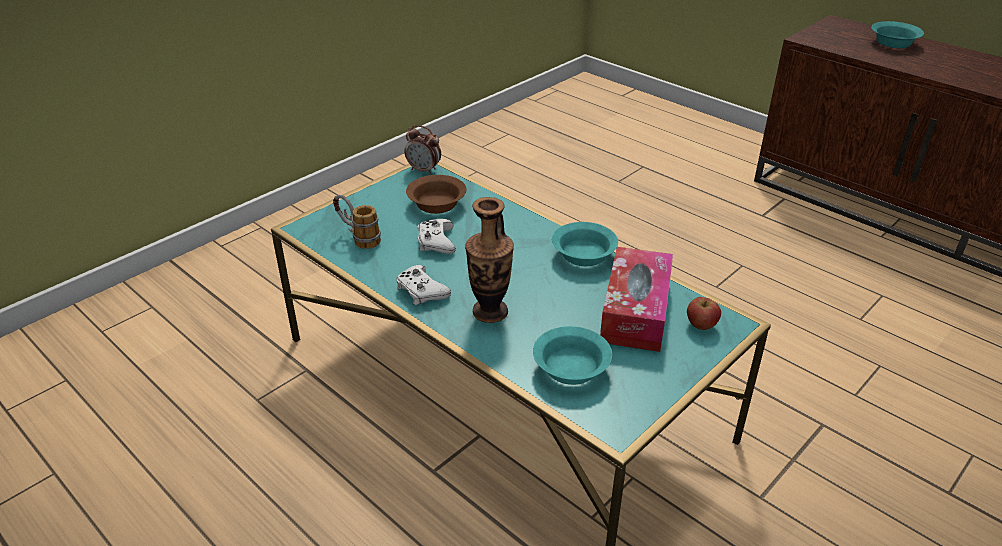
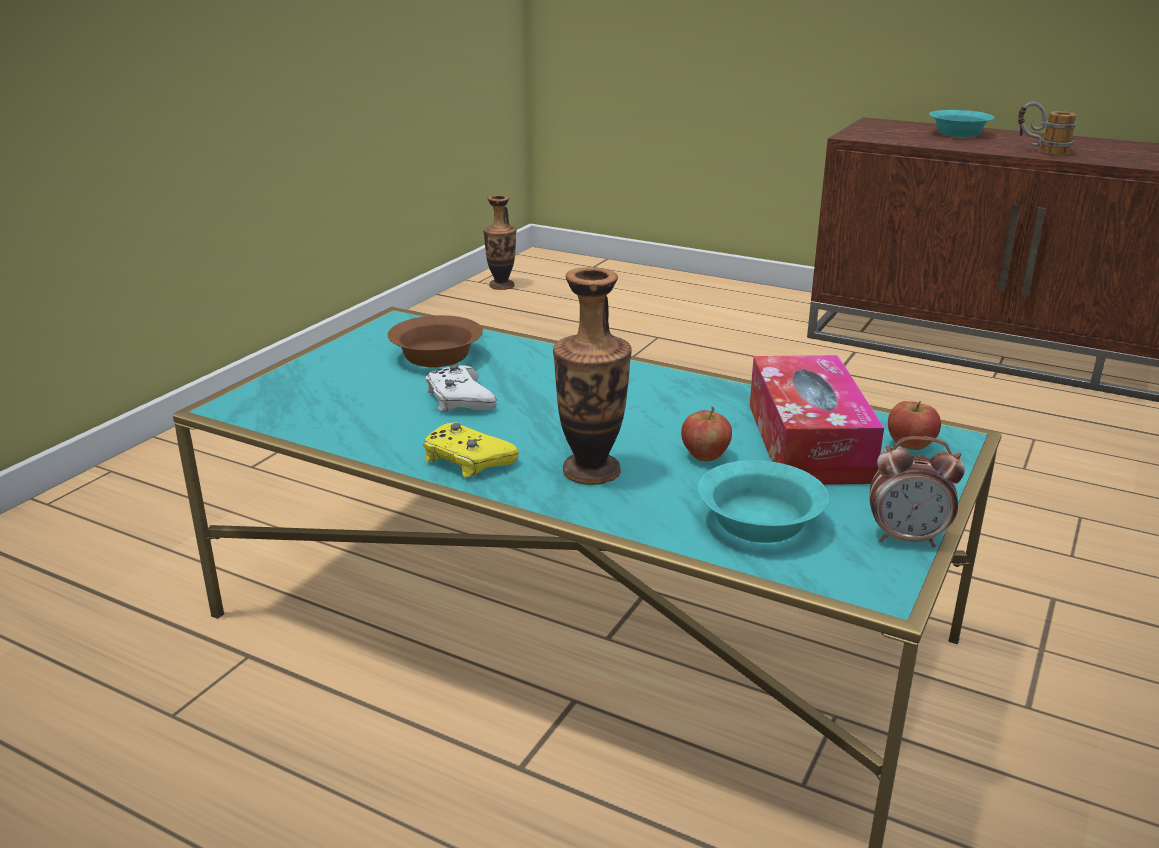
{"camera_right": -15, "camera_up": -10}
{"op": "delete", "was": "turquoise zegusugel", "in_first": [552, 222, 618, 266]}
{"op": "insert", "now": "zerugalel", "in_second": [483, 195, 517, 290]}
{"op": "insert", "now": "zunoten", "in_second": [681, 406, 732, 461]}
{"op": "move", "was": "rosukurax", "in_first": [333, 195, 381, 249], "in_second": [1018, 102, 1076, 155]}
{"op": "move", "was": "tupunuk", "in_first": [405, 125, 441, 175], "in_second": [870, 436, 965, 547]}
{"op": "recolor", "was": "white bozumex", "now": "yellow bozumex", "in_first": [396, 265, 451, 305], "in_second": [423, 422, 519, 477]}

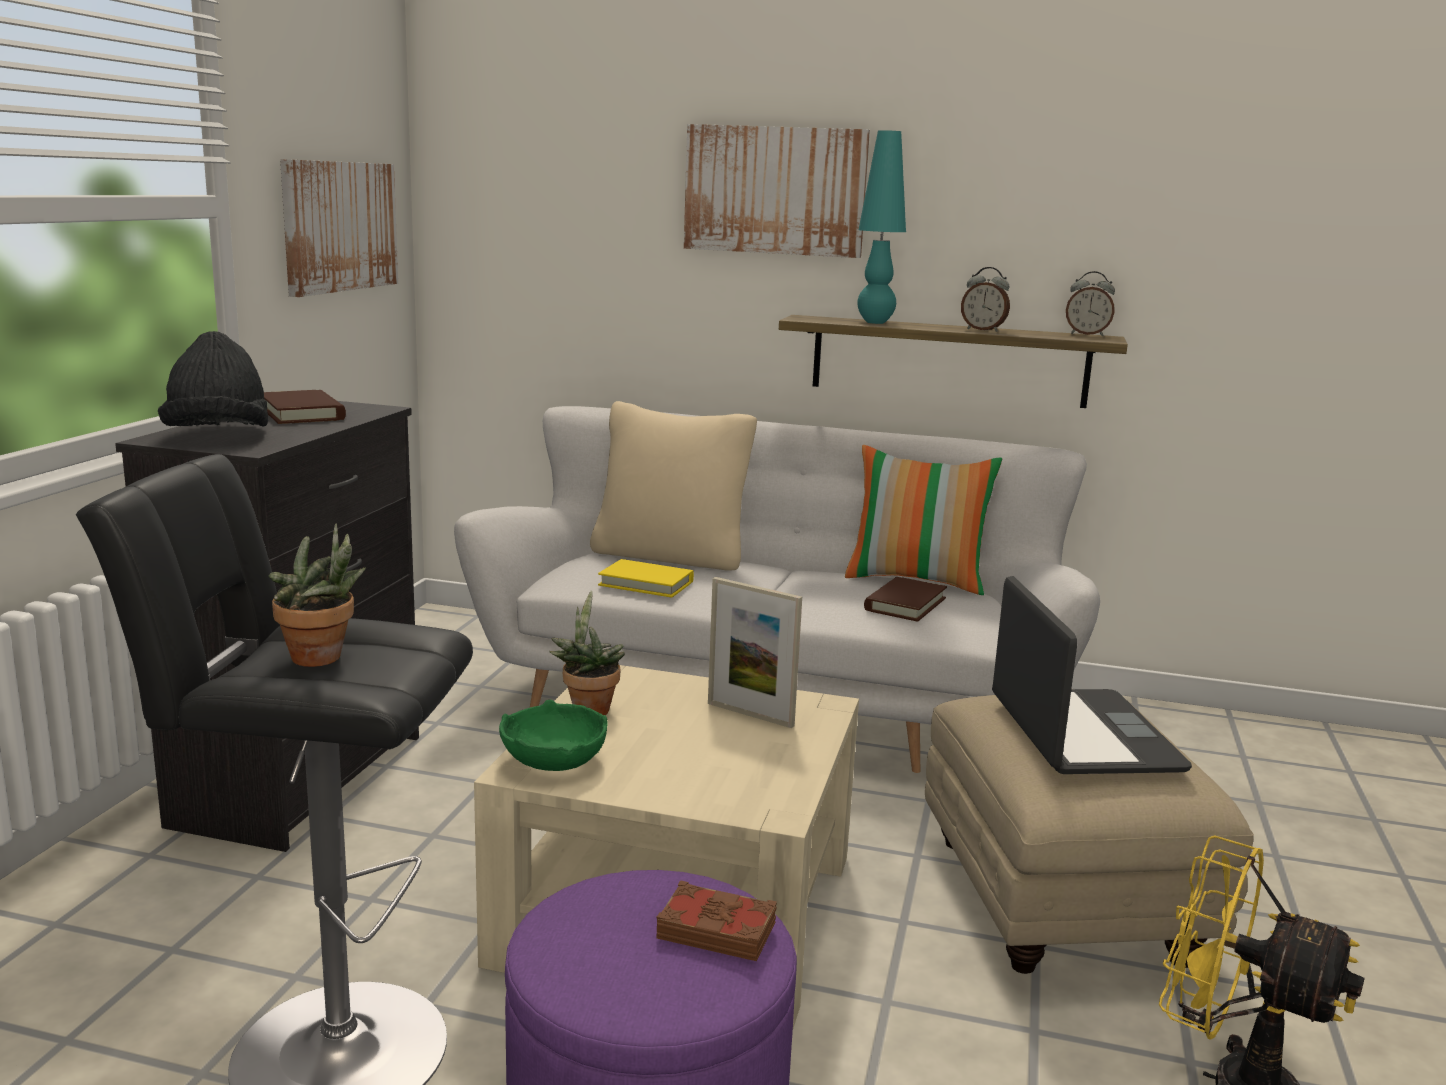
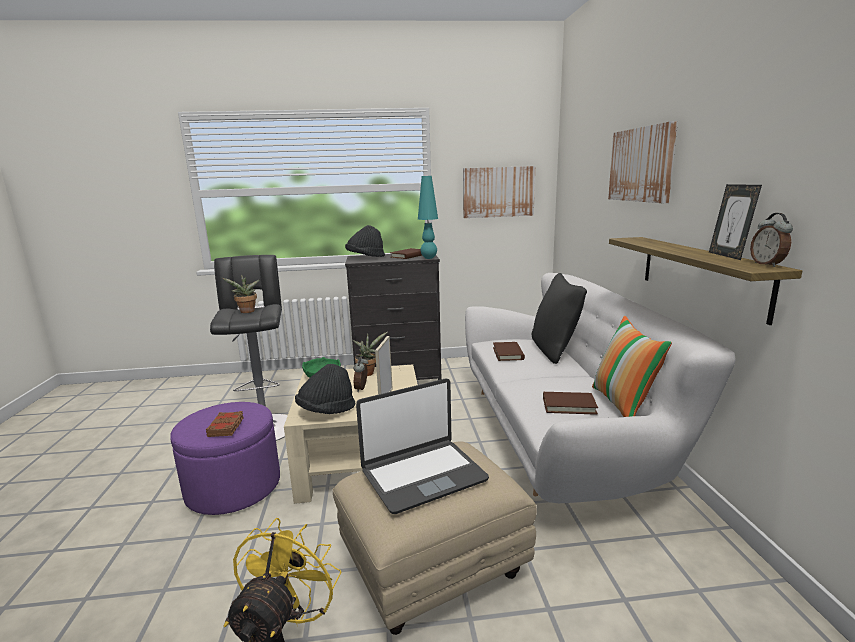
{"camera_right": 70, "camera_up": 0}
{"op": "insert", "now": "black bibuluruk", "in_second": [295, 364, 355, 414]}
{"op": "insert", "now": "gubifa", "in_second": [709, 184, 762, 260]}
{"op": "move", "was": "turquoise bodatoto", "in_first": [857, 130, 906, 324], "in_second": [418, 176, 438, 259]}
{"op": "move", "was": "tupunuk", "in_first": [961, 267, 1010, 332], "in_second": [354, 356, 368, 392]}
{"op": "recolor", "was": "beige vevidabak", "now": "black vevidabak", "in_first": [590, 401, 757, 571], "in_second": [532, 273, 587, 364]}
{"op": "recolor", "was": "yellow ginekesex", "now": "brown ginekesex", "in_first": [598, 559, 694, 598], "in_second": [493, 342, 525, 361]}

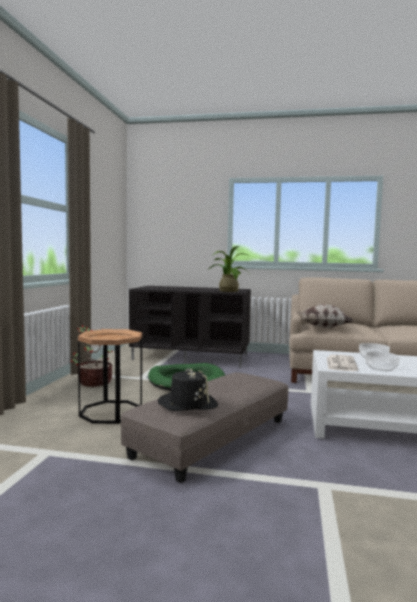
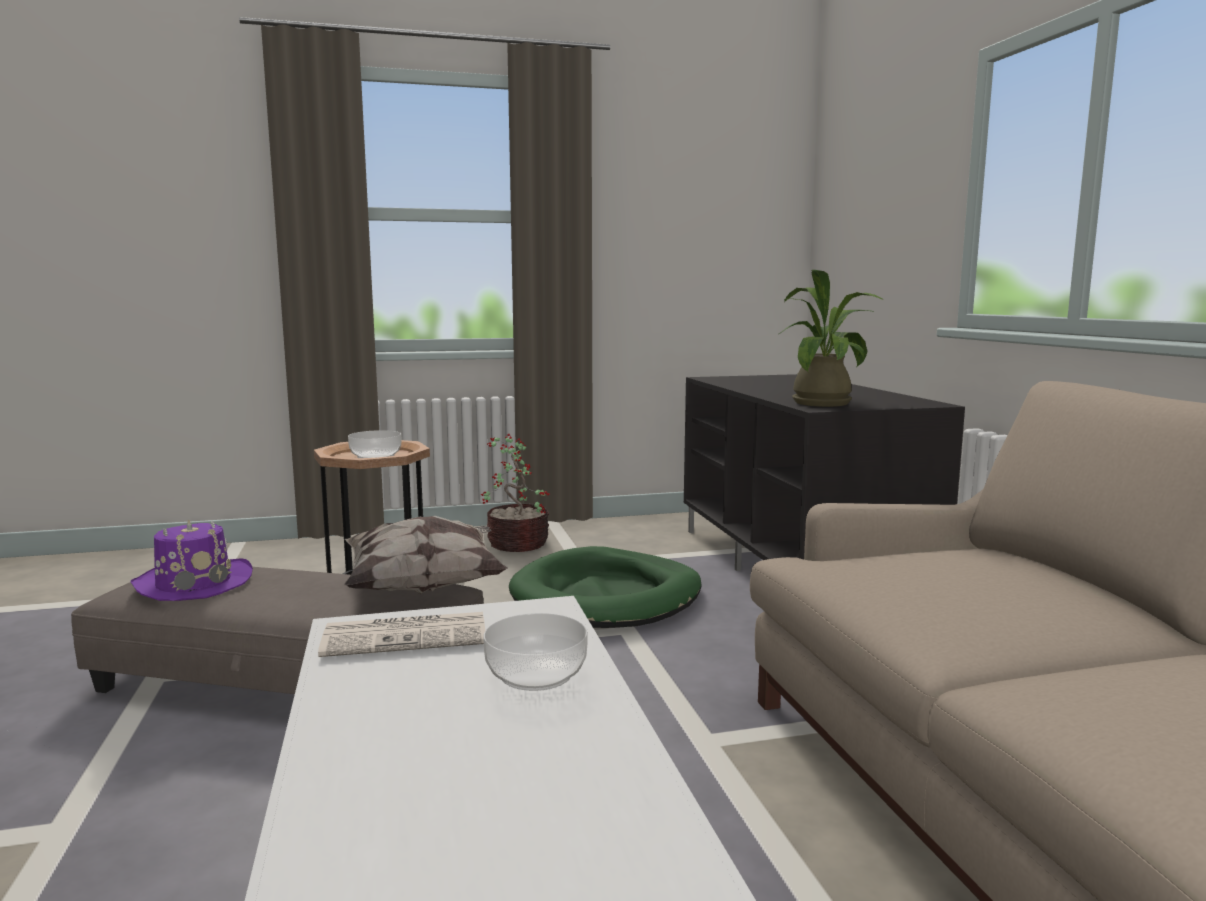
{"camera_right": 65, "camera_up": 5}
{"op": "move", "was": "vevidabak", "in_first": [297, 304, 354, 328], "in_second": [344, 516, 508, 594]}
{"op": "move", "was": "zegusugel", "in_first": [365, 351, 399, 371], "in_second": [348, 430, 401, 458]}
{"op": "recolor", "was": "black bibuluruk", "now": "purple bibuluruk", "in_first": [158, 368, 218, 411], "in_second": [130, 519, 253, 601]}

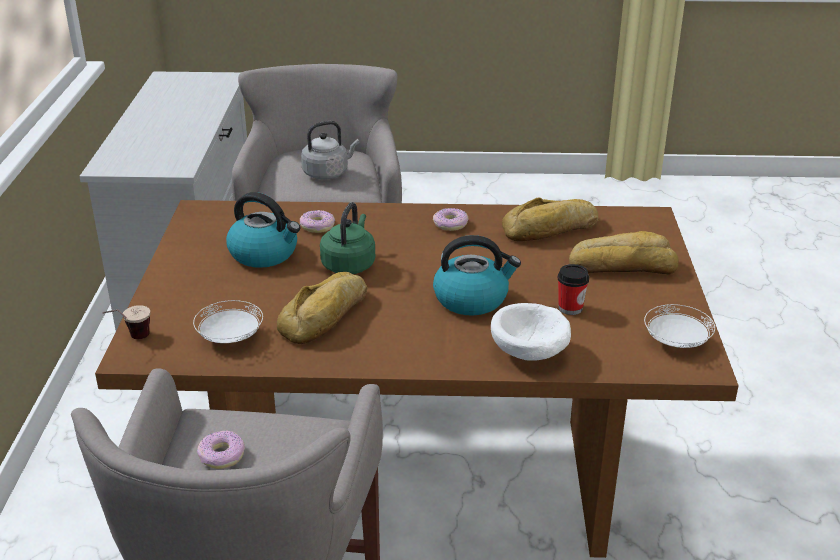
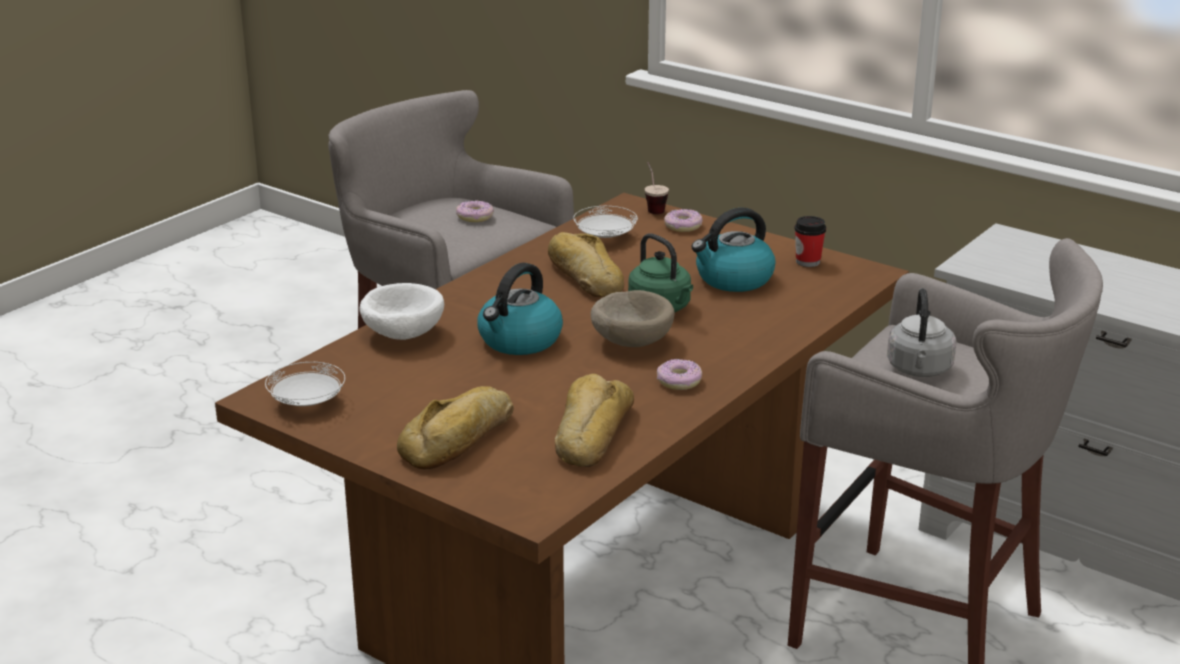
{"camera_right": 125, "camera_up": -5}
{"op": "insert", "now": "beige zegusugel", "in_second": [591, 290, 675, 347]}
{"op": "move", "was": "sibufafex", "in_first": [300, 210, 335, 233], "in_second": [664, 209, 703, 232]}
{"op": "move", "was": "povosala", "in_first": [557, 264, 589, 315], "in_second": [794, 216, 826, 267]}

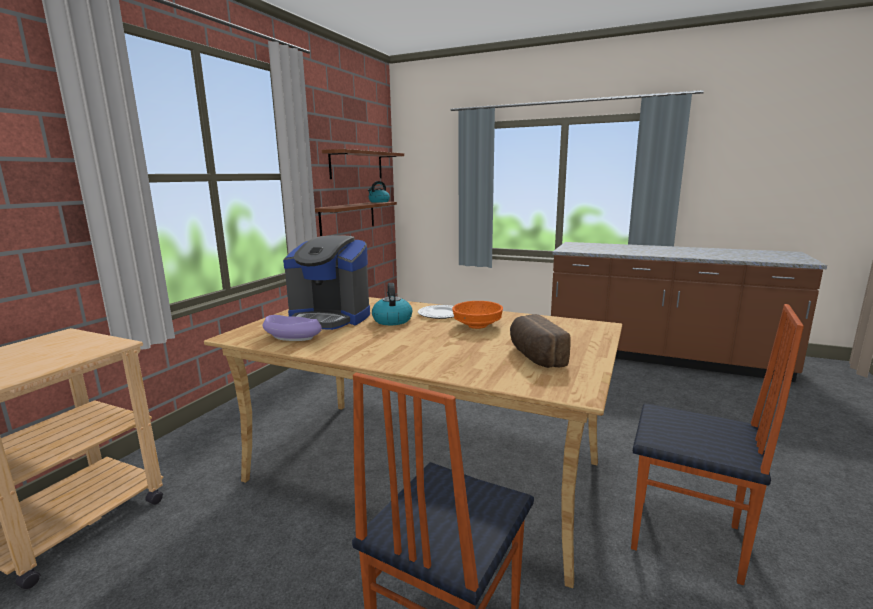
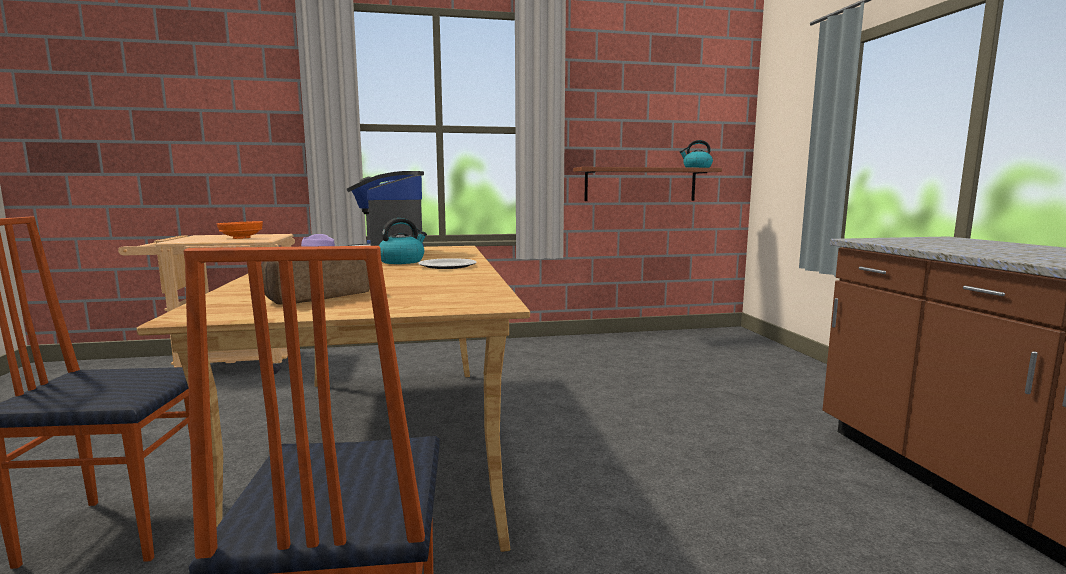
{"camera_right": 55, "camera_up": -5}
{"op": "delete", "was": "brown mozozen", "in_first": [322, 149, 404, 179]}
{"op": "move", "was": "orange zegusugel", "in_first": [452, 301, 503, 329], "in_second": [217, 221, 263, 239]}

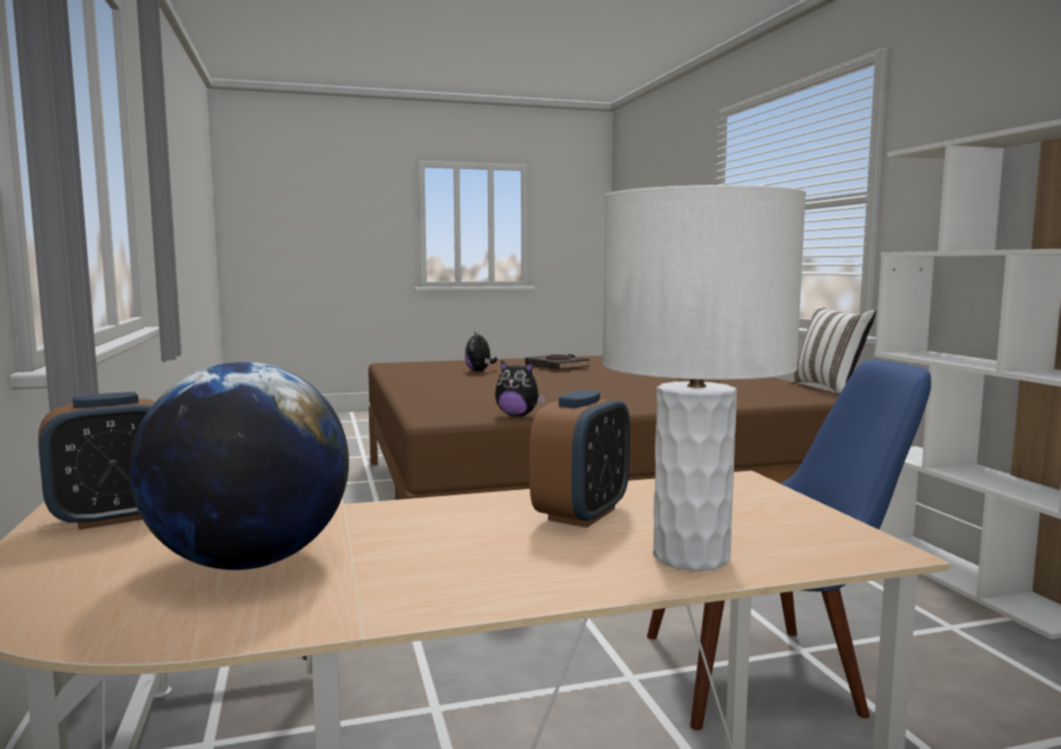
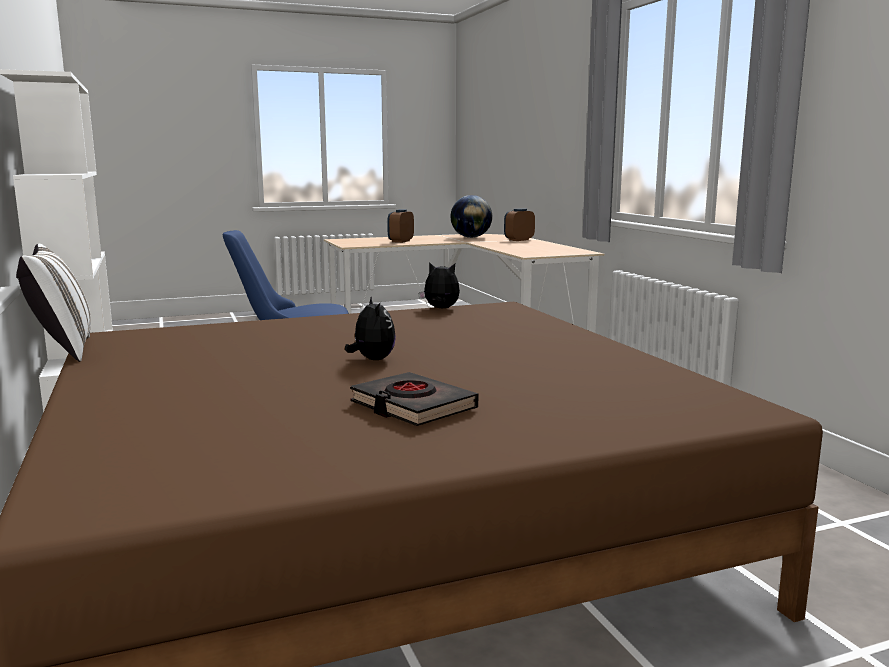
{"camera_right": 175, "camera_up": 5}
{"op": "delete", "was": "white bodatoto", "in_first": [603, 185, 806, 571]}
{"op": "move", "was": "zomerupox", "in_first": [465, 331, 497, 372], "in_second": [345, 296, 396, 360]}

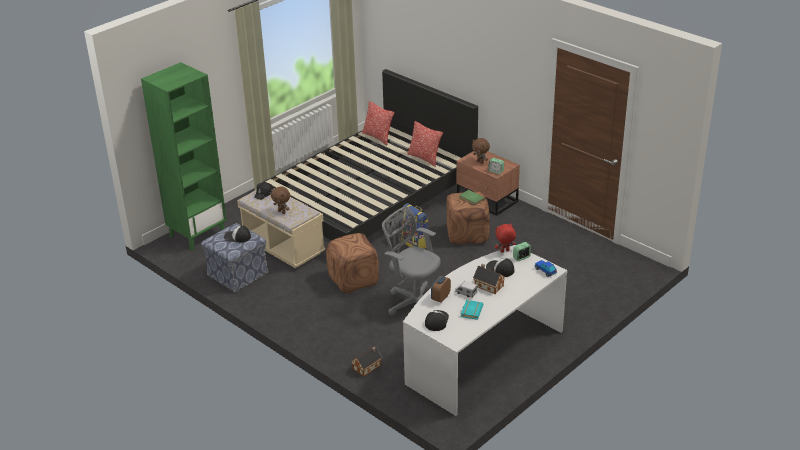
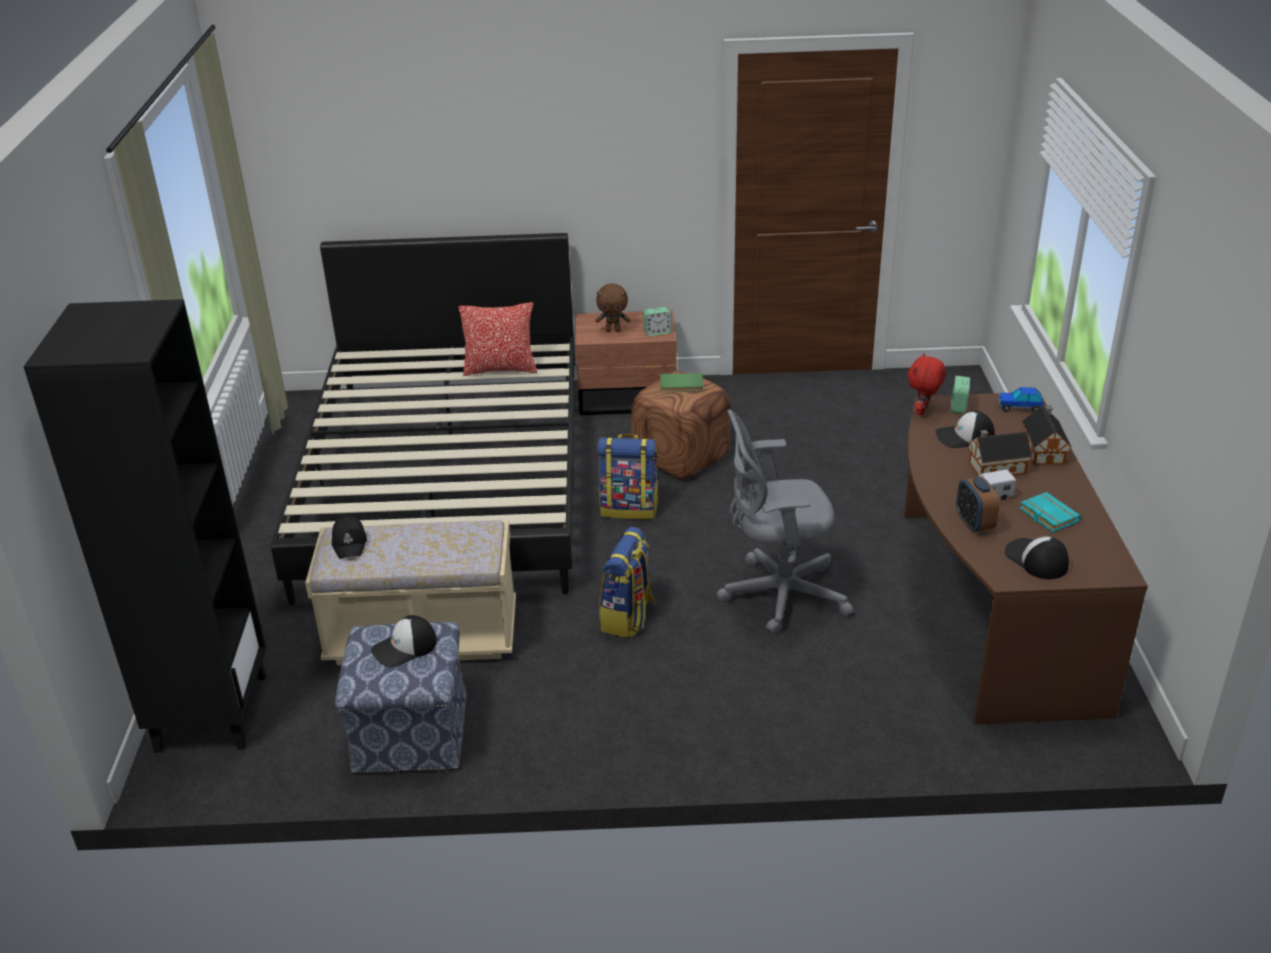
{"camera_right": -45, "camera_up": 0}
{"op": "delete", "was": "brown zomerupox", "in_first": [271, 186, 290, 214]}
{"op": "delete", "was": "vevidabak", "in_first": [362, 101, 395, 145]}
{"op": "move", "was": "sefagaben", "in_first": [352, 346, 382, 377], "in_second": [1022, 406, 1072, 465]}
{"op": "replace", "was": "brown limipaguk", "now": "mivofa", "in_first": [326, 233, 379, 293], "in_second": [599, 527, 655, 638]}
{"op": "recolor", "was": "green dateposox", "now": "black dateposox", "in_first": [141, 62, 227, 250], "in_second": [24, 299, 266, 753]}
{"op": "recolor", "was": "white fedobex", "now": "brown fedobex", "in_first": [403, 245, 568, 416], "in_second": [904, 393, 1148, 724]}

